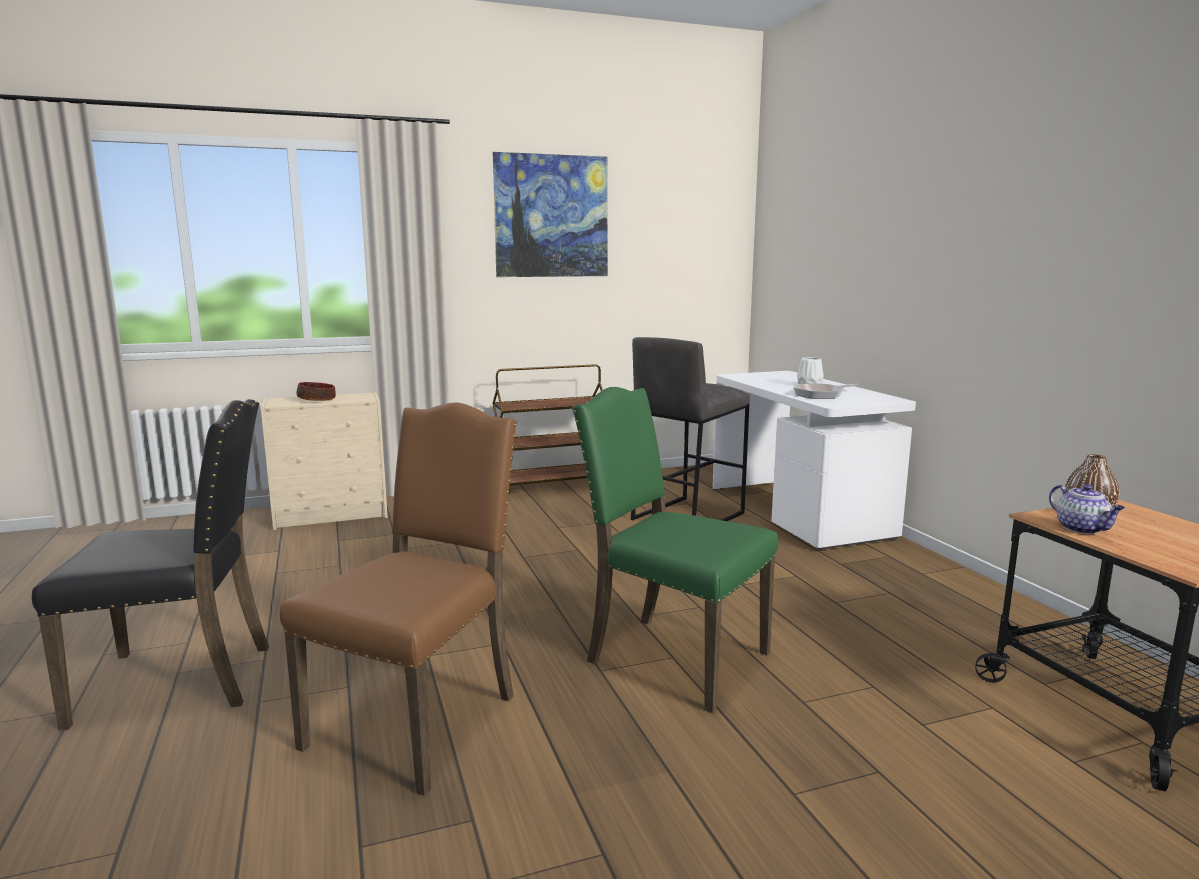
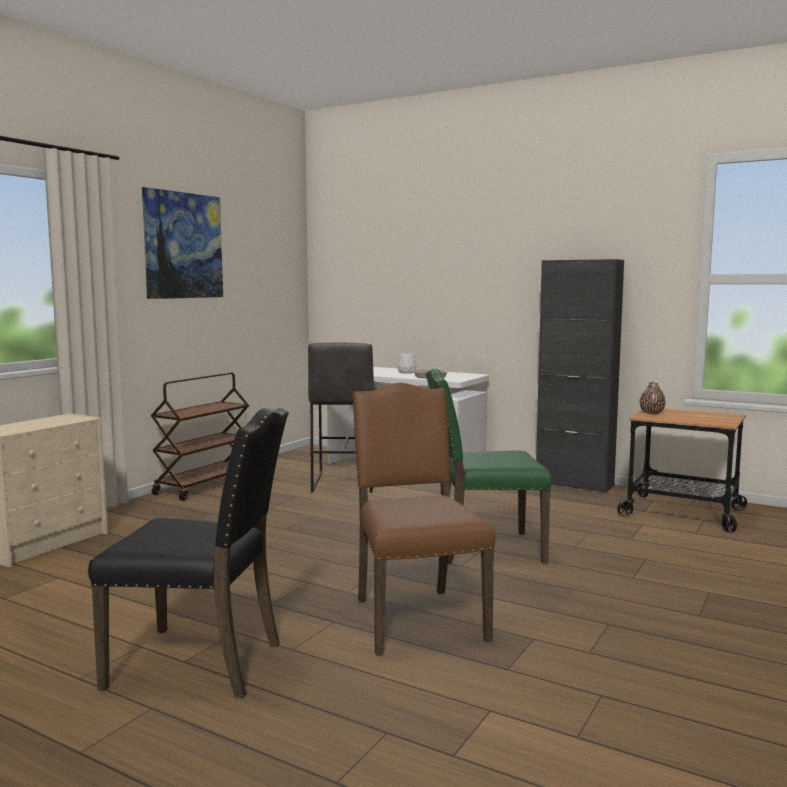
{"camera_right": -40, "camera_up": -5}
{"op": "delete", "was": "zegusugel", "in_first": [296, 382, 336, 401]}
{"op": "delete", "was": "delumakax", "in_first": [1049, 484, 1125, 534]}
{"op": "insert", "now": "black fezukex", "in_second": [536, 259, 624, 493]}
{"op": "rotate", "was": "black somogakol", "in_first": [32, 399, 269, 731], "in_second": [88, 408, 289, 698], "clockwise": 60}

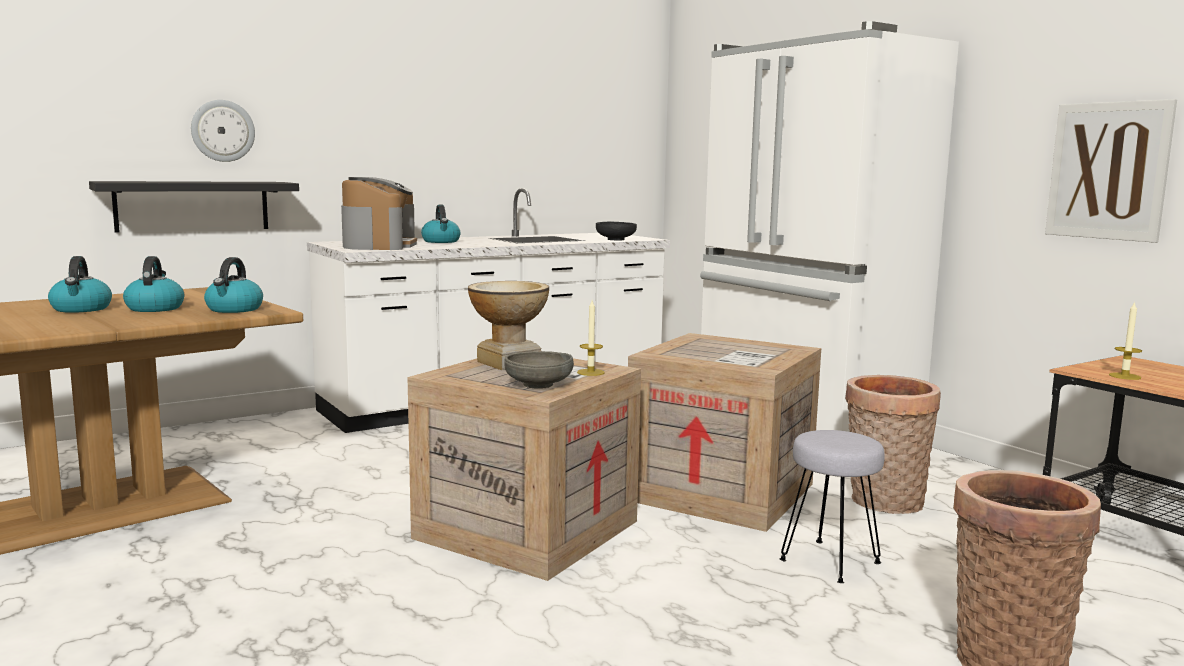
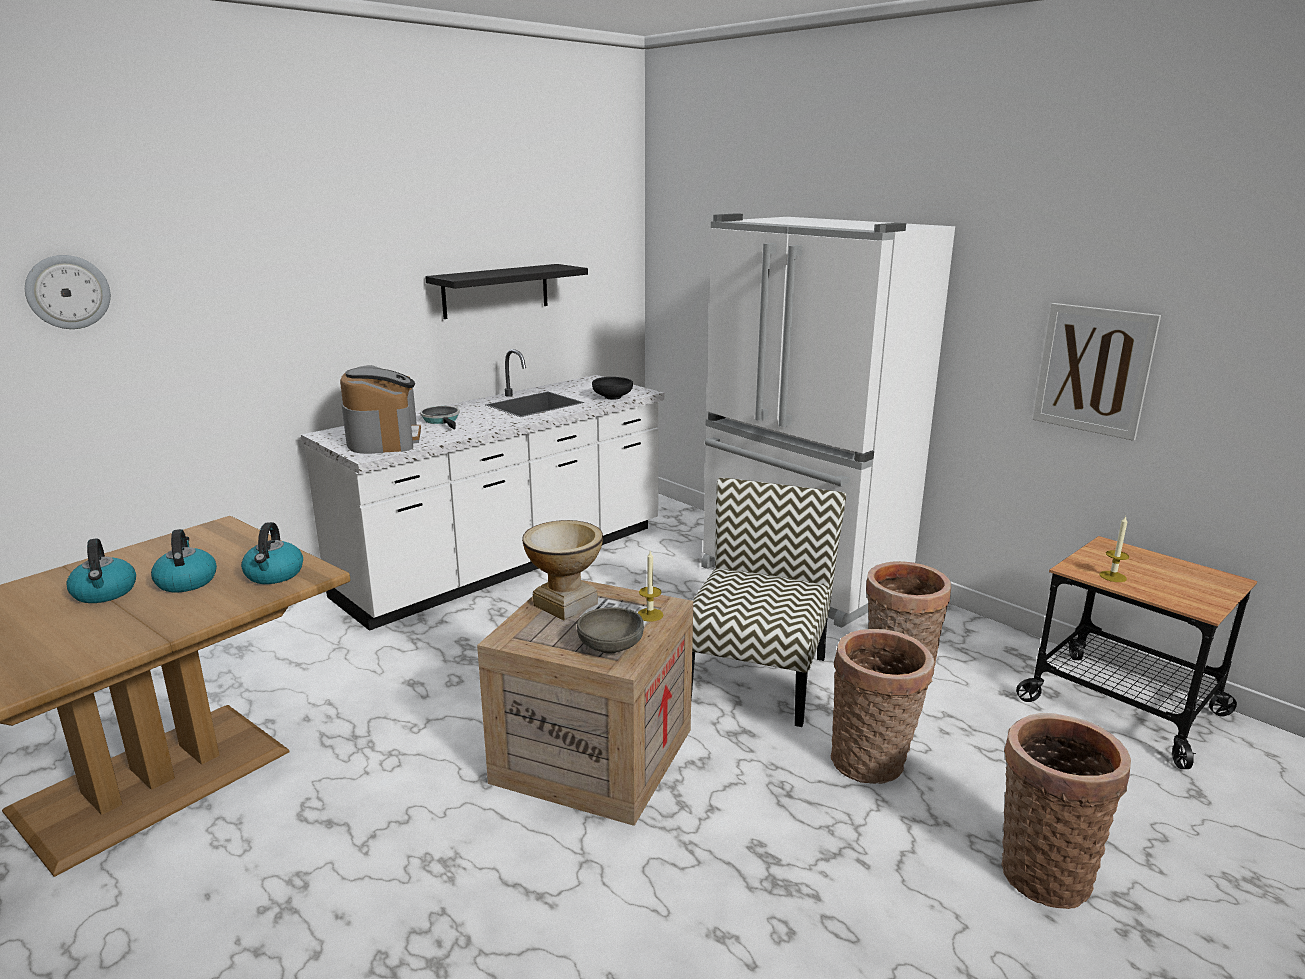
{"camera_right": -10, "camera_up": 10}
{"op": "move", "was": "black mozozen", "in_first": [89, 181, 299, 232], "in_second": [425, 264, 588, 319]}
{"op": "move", "was": "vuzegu", "in_first": [191, 100, 255, 162], "in_second": [25, 255, 111, 329]}
{"op": "replace", "was": "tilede", "now": "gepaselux", "in_first": [421, 204, 461, 243], "in_second": [420, 406, 460, 430]}
{"op": "replace", "was": "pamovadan", "now": "somogakol", "in_first": [628, 333, 821, 532], "in_second": [691, 478, 846, 727]}
{"op": "replace", "was": "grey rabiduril", "now": "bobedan", "in_first": [779, 430, 885, 583], "in_second": [831, 629, 934, 784]}

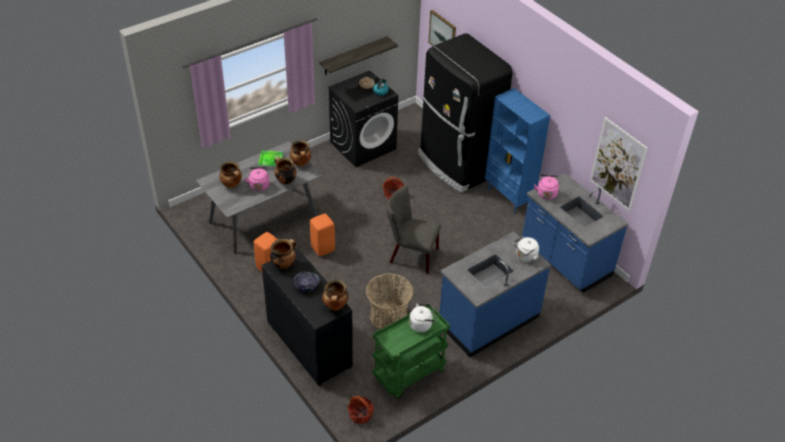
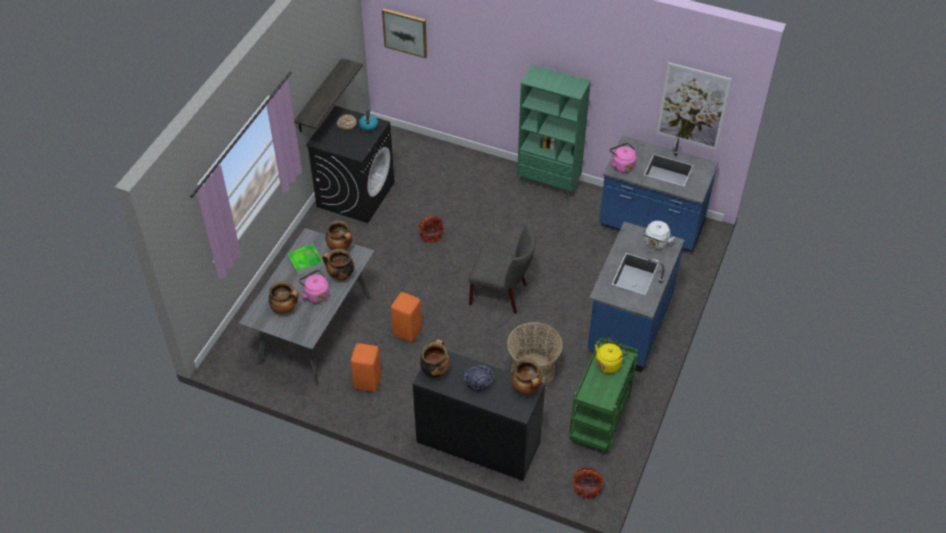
{"camera_right": -30, "camera_up": 5}
{"op": "delete", "was": "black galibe", "in_first": [418, 33, 512, 193]}
{"op": "recolor", "was": "white tilede", "now": "yellow tilede", "in_first": [409, 304, 436, 332], "in_second": [595, 338, 628, 374]}
{"op": "recolor", "was": "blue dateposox", "now": "green dateposox", "in_first": [485, 88, 550, 213], "in_second": [517, 65, 591, 199]}
{"op": "rotate", "was": "grey somogakol", "in_first": [387, 185, 441, 274], "in_second": [469, 222, 536, 314], "clockwise": -150}

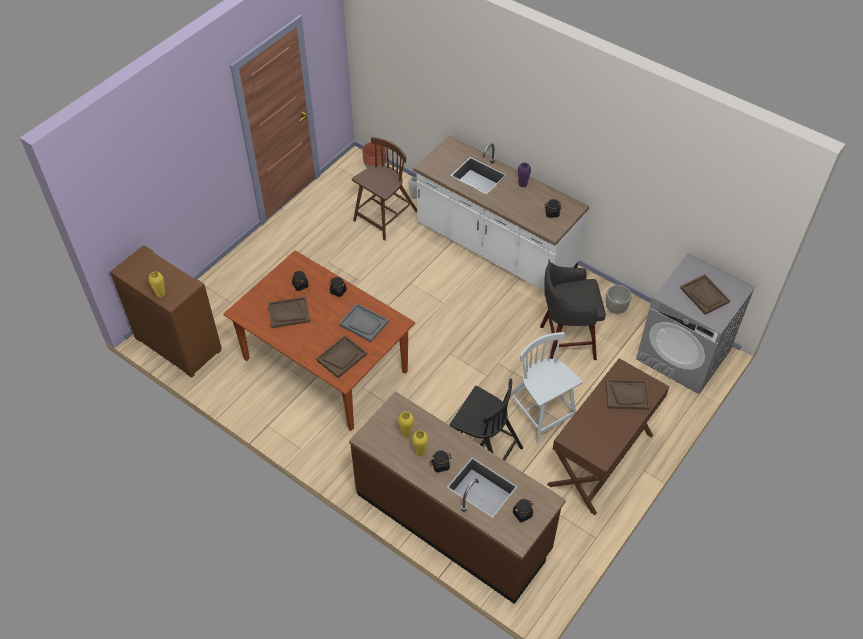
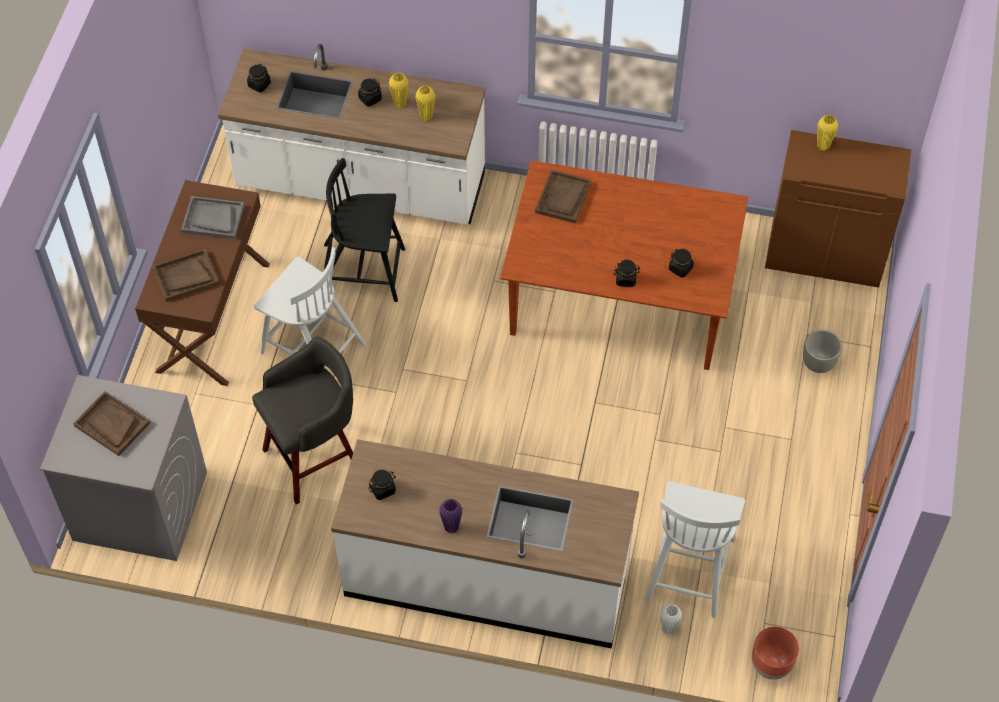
{"camera_right": 155, "camera_up": 5}
{"op": "delete", "was": "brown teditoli", "in_first": [268, 297, 310, 328]}
{"op": "move", "was": "grey teditoli", "in_first": [339, 303, 389, 342], "in_second": [181, 196, 245, 239]}
{"op": "move", "was": "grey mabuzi", "in_first": [606, 285, 632, 314], "in_second": [803, 330, 842, 373]}
{"op": "recolor", "was": "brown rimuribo", "now": "white rimuribo", "in_first": [349, 391, 566, 604], "in_second": [218, 44, 486, 225]}
{"op": "recolor", "was": "brown somogakol", "now": "white somogakol", "in_first": [352, 137, 417, 240], "in_second": [645, 481, 745, 618]}

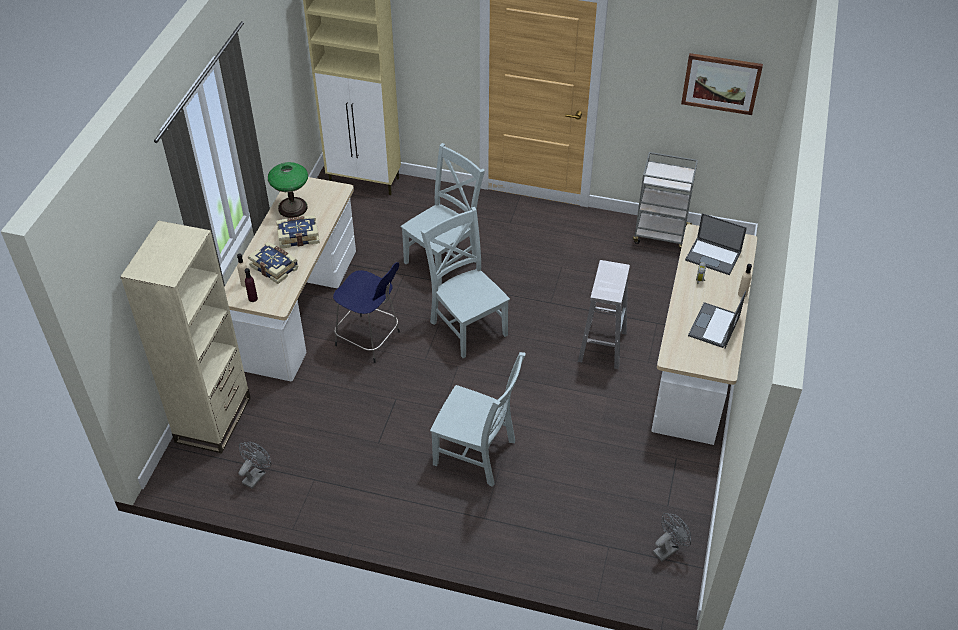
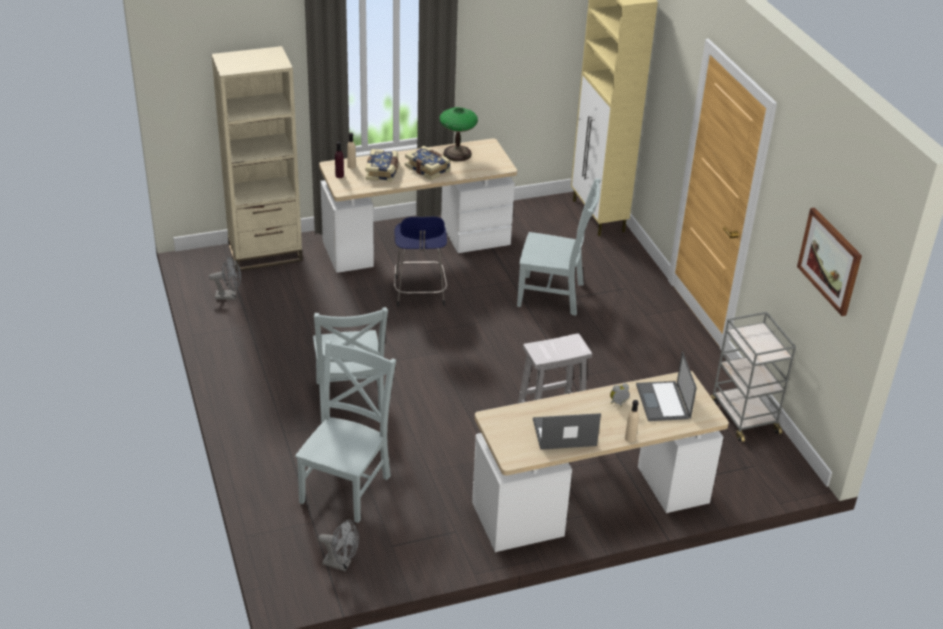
{"camera_right": 55, "camera_up": -10}
{"op": "move", "was": "grey somogakol", "in_first": [421, 207, 510, 358], "in_second": [295, 340, 396, 523]}

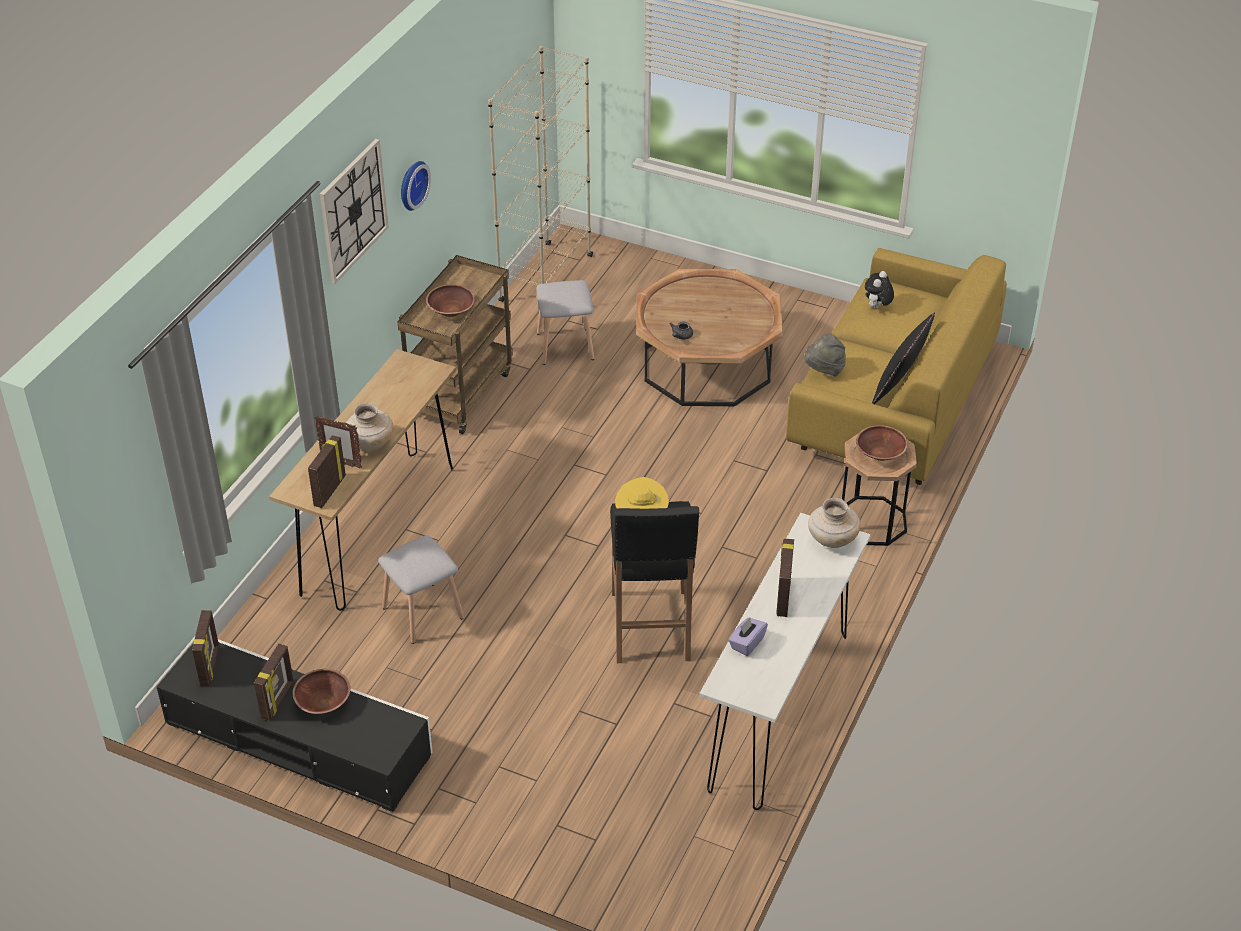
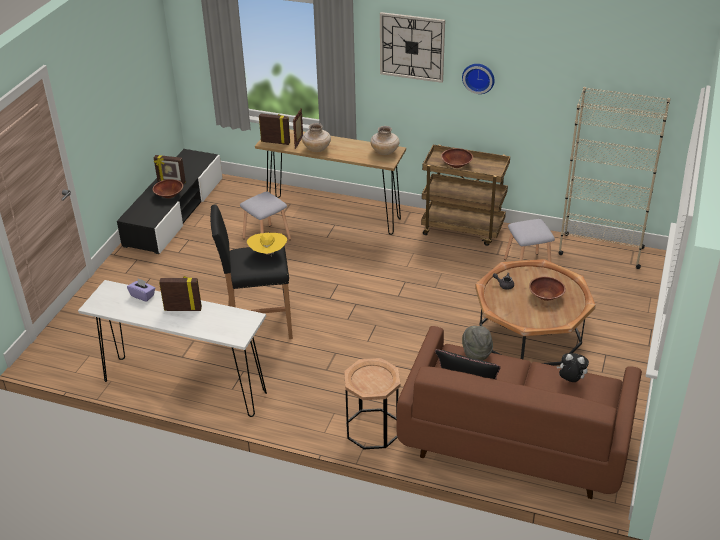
{"camera_right": 85, "camera_up": -5}
{"op": "delete", "was": "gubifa", "in_first": [192, 610, 219, 686]}
{"op": "move", "was": "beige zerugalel", "in_first": [808, 498, 860, 548], "in_second": [370, 126, 400, 155]}
{"op": "move", "was": "brown zegusugel", "in_first": [856, 425, 908, 461], "in_second": [529, 277, 566, 301]}
{"op": "recolor", "was": "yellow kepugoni", "now": "brown kepugoni", "in_first": [786, 248, 1007, 485], "in_second": [397, 326, 642, 499]}

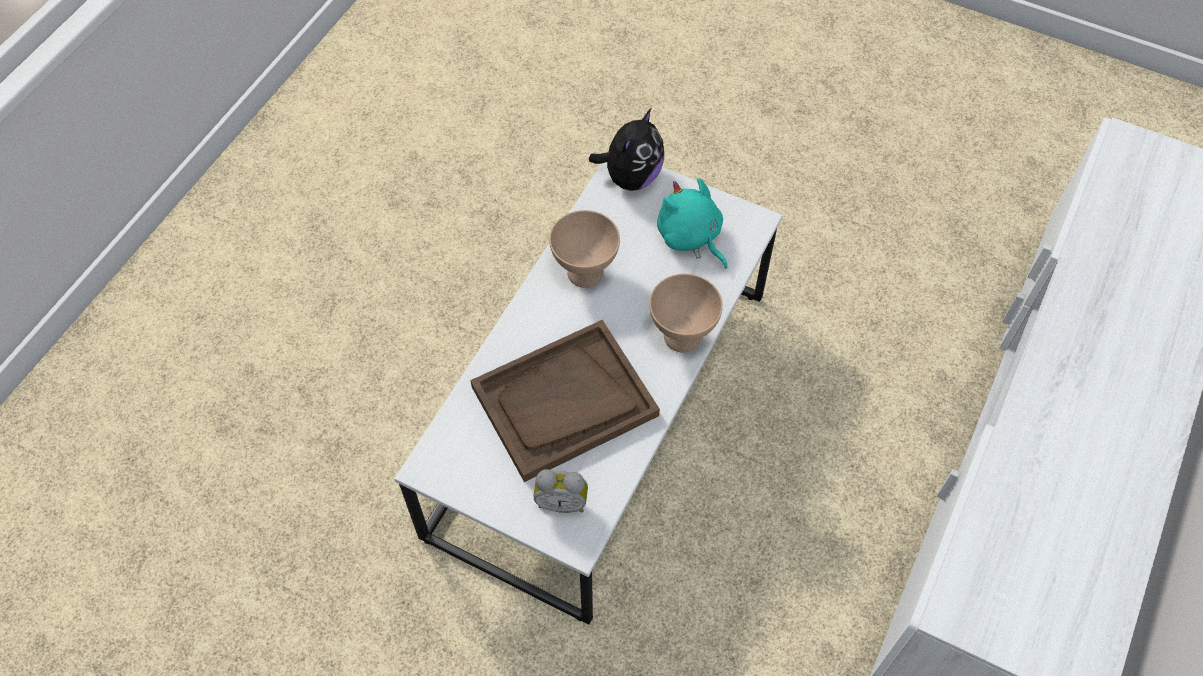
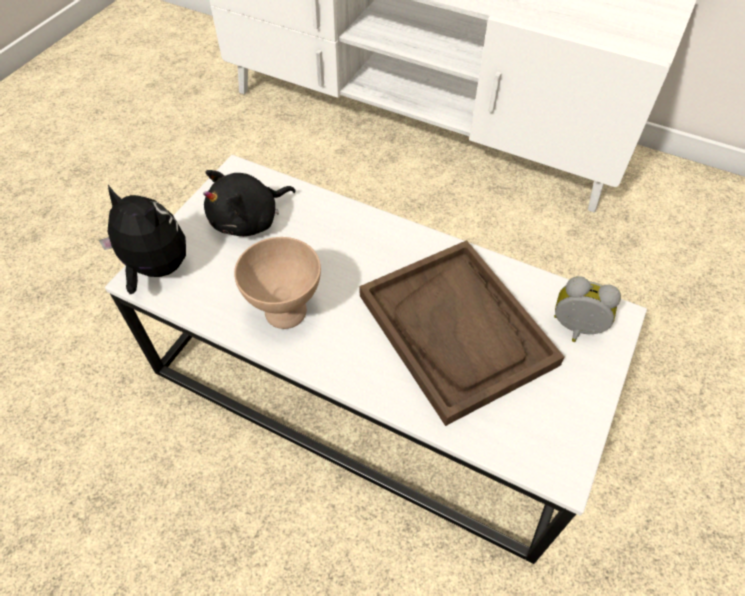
{"camera_right": -90, "camera_up": -5}
{"op": "delete", "was": "beige zegusugel", "in_first": [649, 274, 723, 352]}
{"op": "recolor", "was": "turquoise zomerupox", "now": "black zomerupox", "in_first": [657, 178, 727, 269], "in_second": [203, 170, 296, 236]}
{"op": "rotate", "was": "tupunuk", "in_first": [533, 469, 588, 513], "in_second": [554, 276, 621, 342], "clockwise": -75}

